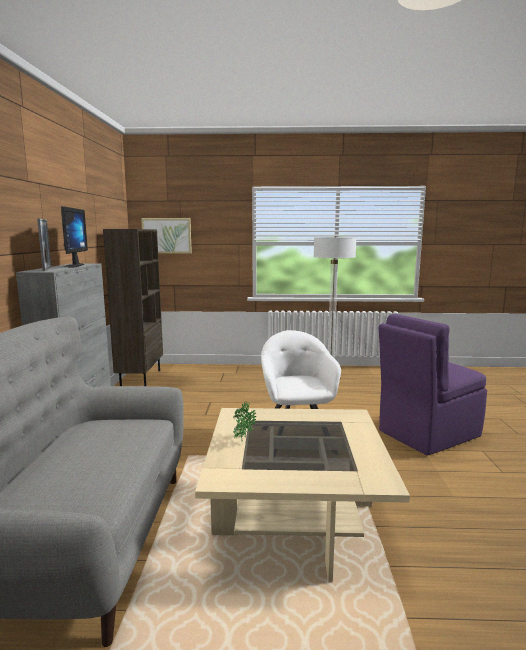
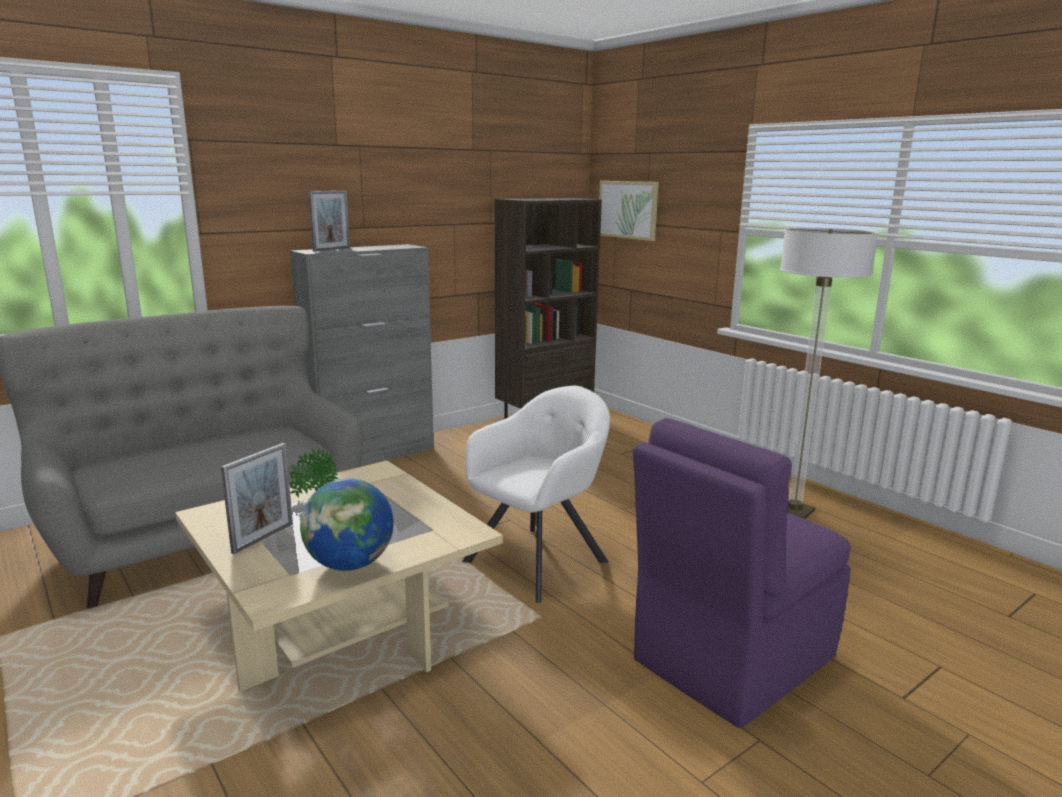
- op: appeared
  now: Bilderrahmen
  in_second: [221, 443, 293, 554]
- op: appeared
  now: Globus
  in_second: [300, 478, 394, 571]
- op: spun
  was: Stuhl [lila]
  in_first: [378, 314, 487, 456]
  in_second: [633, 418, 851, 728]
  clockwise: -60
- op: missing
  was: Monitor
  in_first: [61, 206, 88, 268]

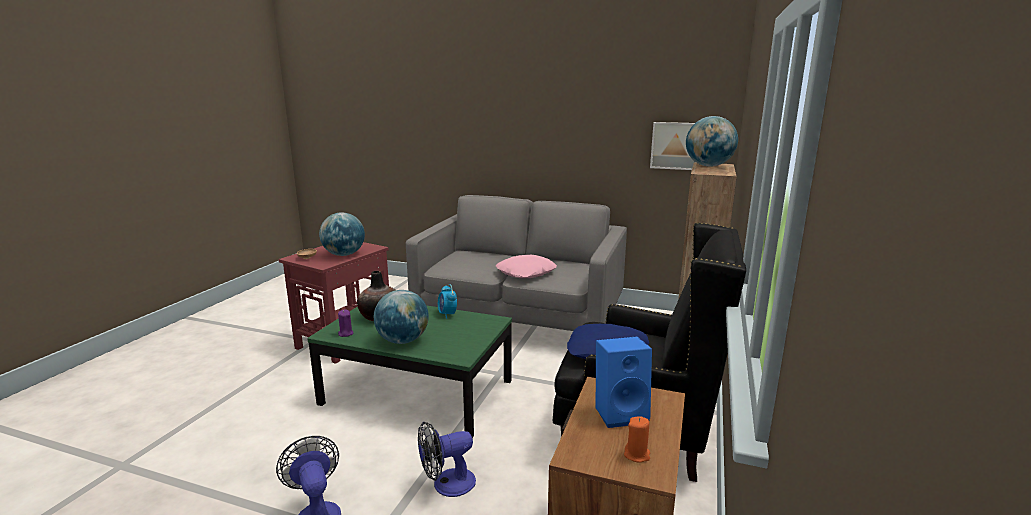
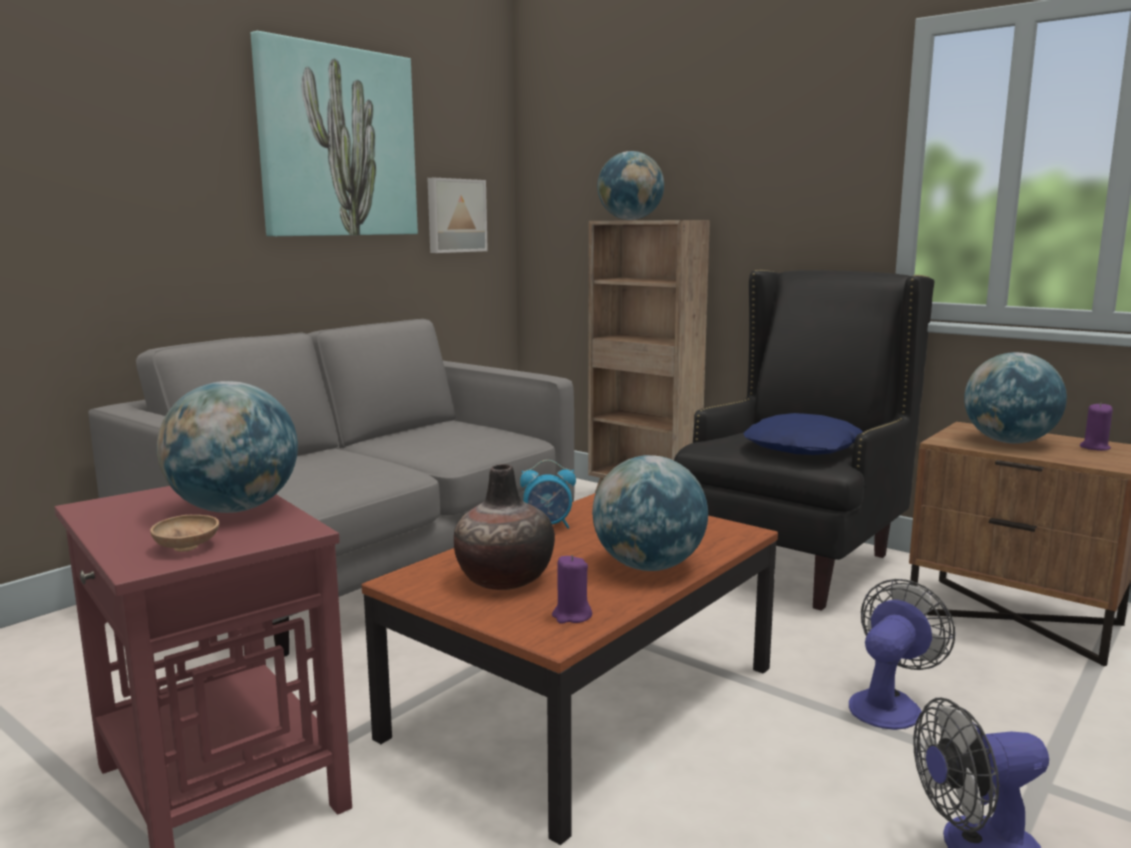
- op: appeared
  now: Bild
  in_second: [251, 31, 418, 236]
- op: colour
  was: Couchtisch [grün]
  now: Couchtisch [braun]
  in_first: [307, 305, 512, 438]
  in_second: [362, 493, 778, 845]
- op: spun
  was: Ventilator
  in_first: [418, 422, 476, 497]
  in_second: [849, 579, 955, 730]
  clockwise: -135
- op: exchanged
  was: Lautsprecher [blau]
  now: Globus
  in_first: [596, 337, 652, 428]
  in_second: [964, 352, 1067, 444]
- op: colour
  was: Kerze [orange]
  now: Kerze [lila]
  in_first: [624, 416, 650, 462]
  in_second: [1080, 403, 1113, 451]
- op: missing
  was: Kissen [rosa]
  in_first: [496, 255, 557, 278]

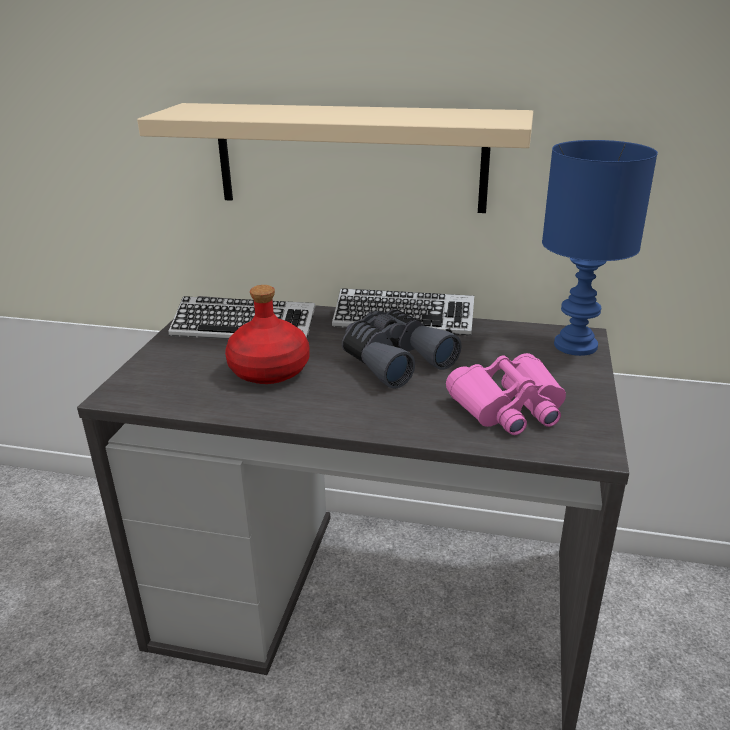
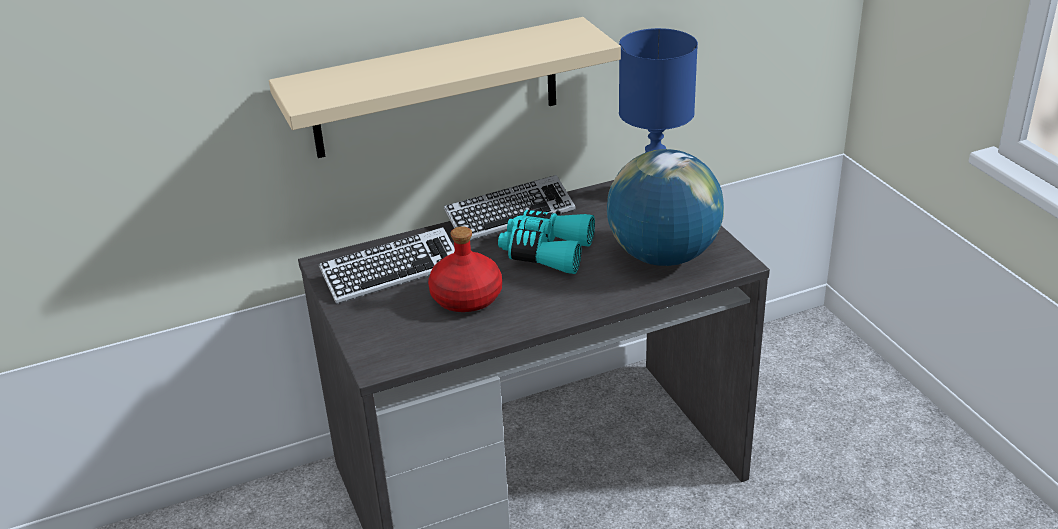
- op: colour
  was: Fernglas [grau]
  now: Fernglas [türkis]
  in_first: [342, 309, 461, 389]
  in_second: [498, 210, 595, 274]
- op: exchanged
  was: Fernglas [rosa]
  now: Globus
  in_first: [446, 353, 566, 435]
  in_second: [607, 149, 724, 266]

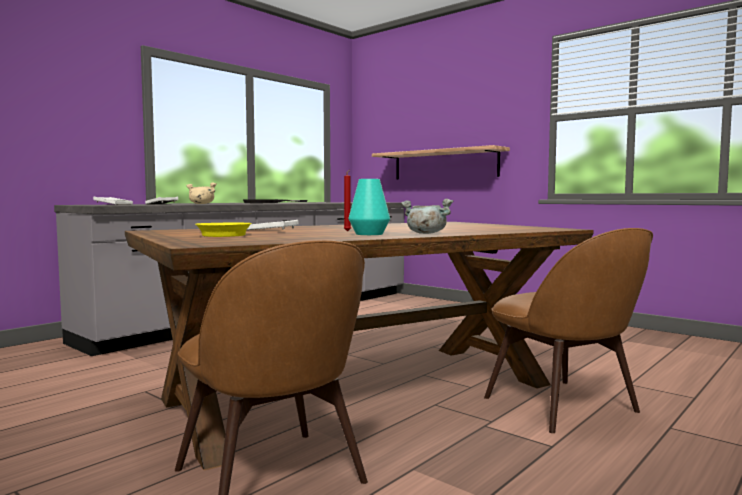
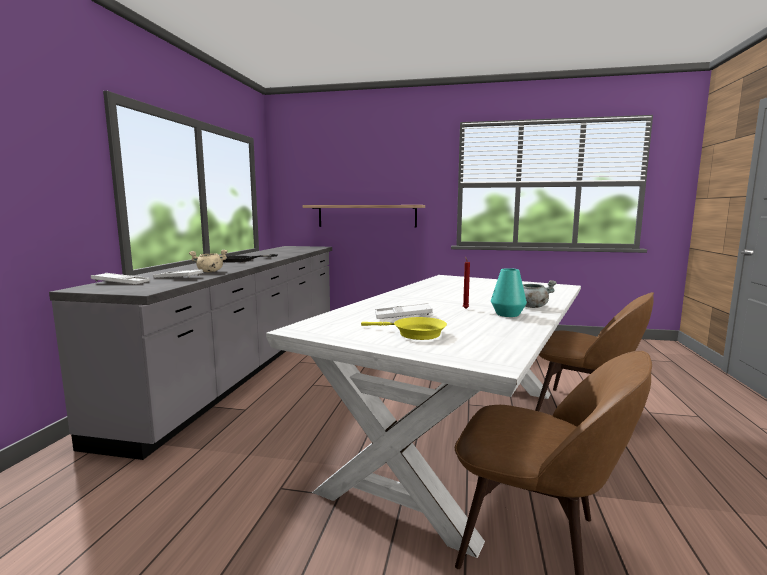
- op: colour
  was: Esstisch [braun]
  now: Esstisch [weiß]
  in_first: [125, 222, 593, 471]
  in_second: [266, 275, 581, 558]

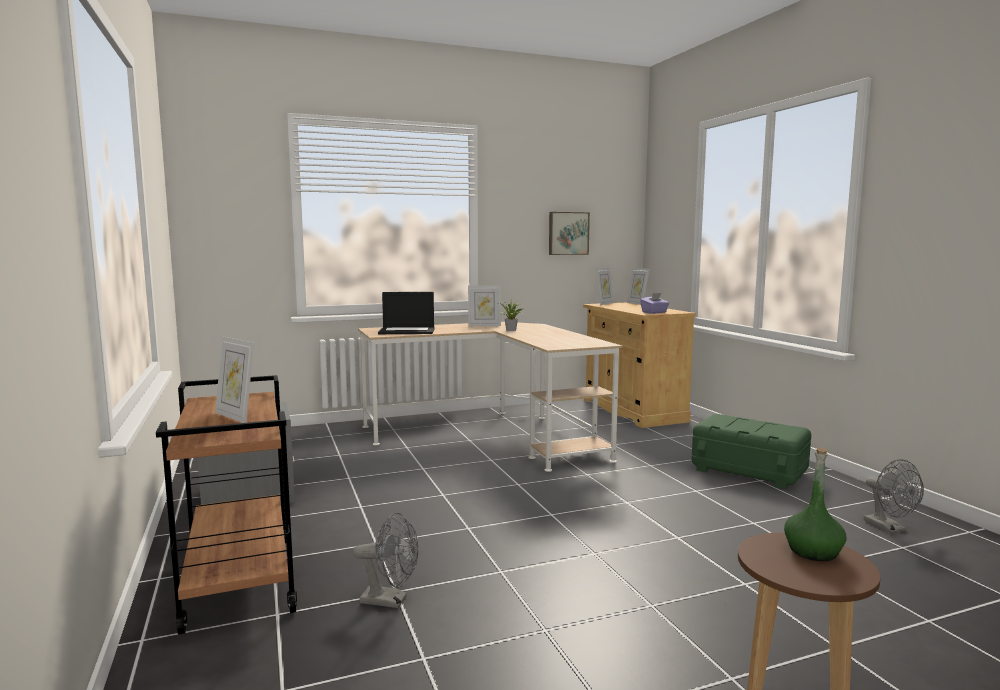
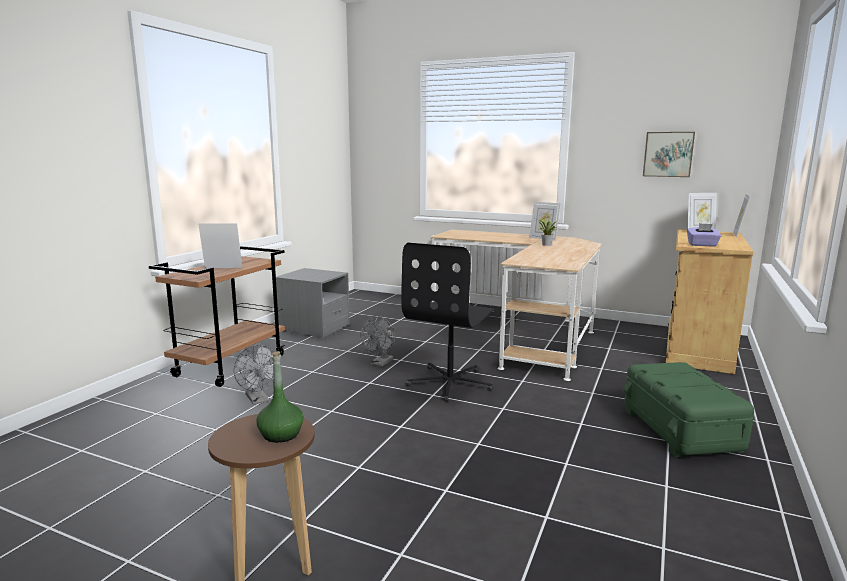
- op: spun
  was: Bilderrahmen
  in_first: [215, 336, 254, 423]
  in_second: [198, 223, 242, 268]
  clockwise: 90
- op: relocated
  was: Ventilator [grau]
  in_first: [864, 459, 924, 533]
  in_second: [361, 316, 395, 367]
- op: appeared
  now: Bürostuhl [schwarz]
  in_second: [401, 243, 495, 401]
- op: missing
  was: Laptop
  in_first: [378, 292, 435, 334]

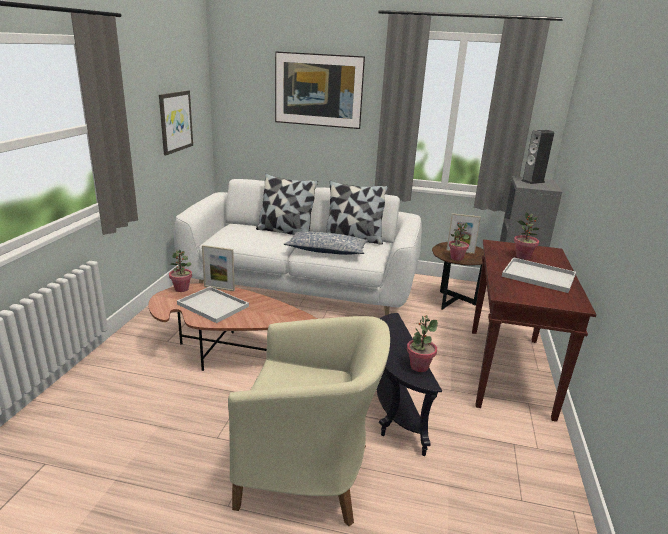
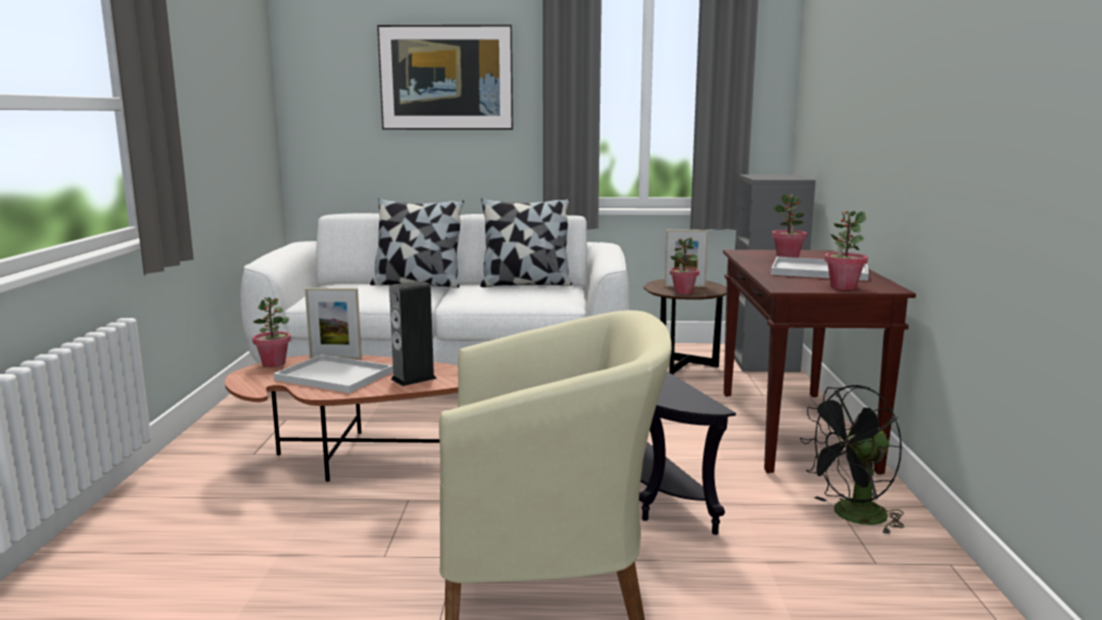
- op: relocated
  was: Lautsprecher
  in_first: [521, 130, 554, 184]
  in_second: [389, 281, 437, 386]
- op: appeared
  now: Ventilator [schwarz]
  in_second: [800, 385, 904, 535]
- op: relocated
  was: Topfpflanze
  in_first: [407, 315, 438, 372]
  in_second: [825, 211, 868, 290]
- op: missing
  was: Bild
  in_first: [159, 90, 193, 155]
- op: missing
  was: Kissen
  in_first: [284, 231, 368, 255]

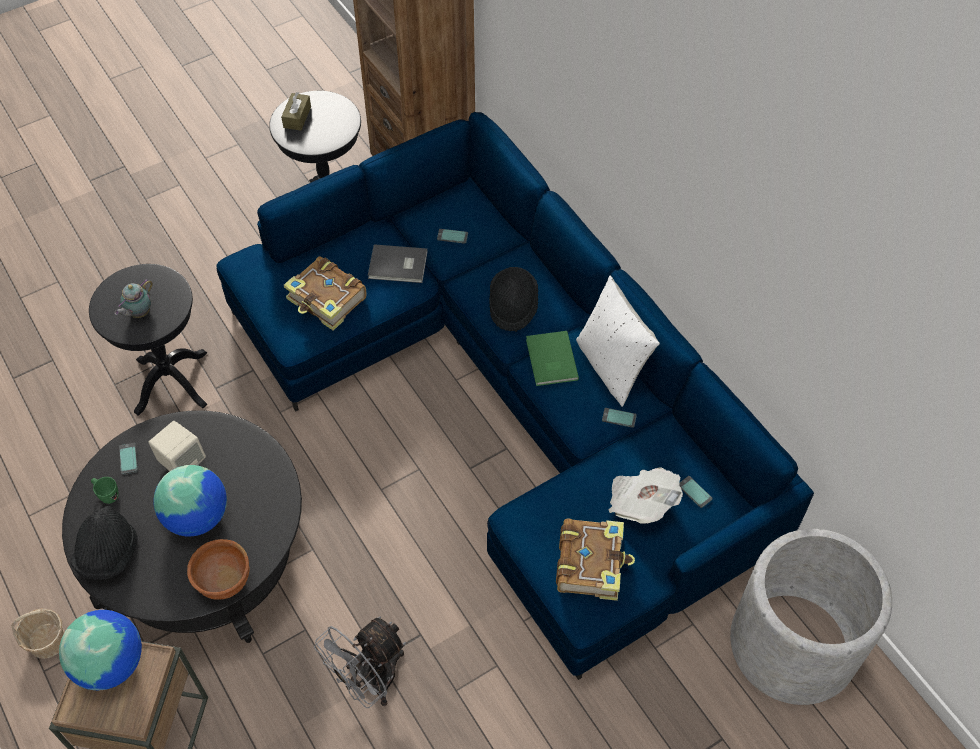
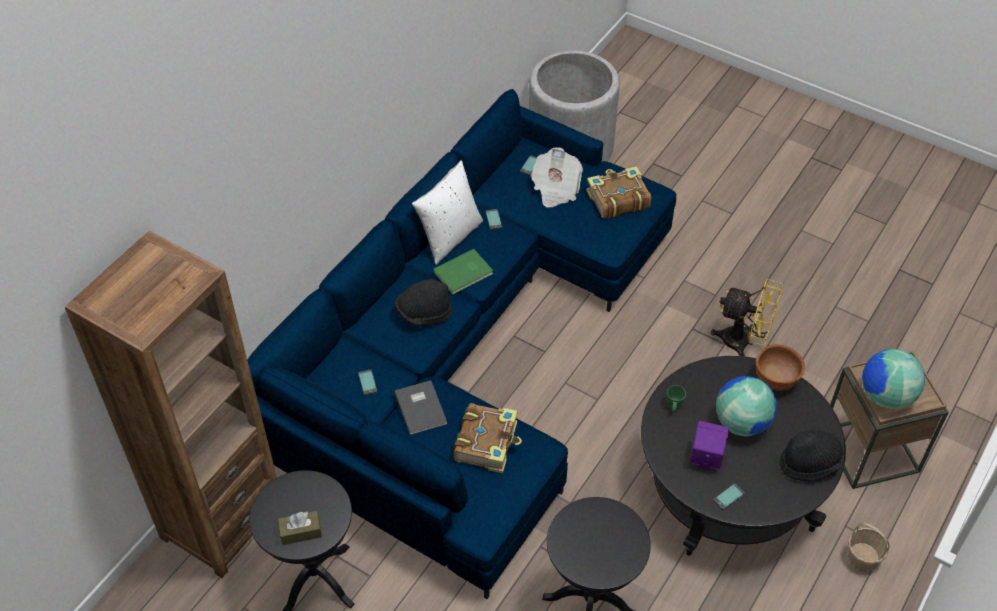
- op: relocated
  was: Henkelbecher [grün]
  in_first: [91, 477, 119, 504]
  in_second: [667, 385, 686, 412]
- op: colour
  was: Lautsprecher [beige]
  now: Lautsprecher [lila]
  in_first: [149, 421, 206, 471]
  in_second: [690, 421, 730, 471]
- op: colour
  was: Ventilator [grau]
  now: Ventilator [gelb]
  in_first: [314, 616, 406, 708]
  in_second: [711, 279, 783, 357]
- op: missing
  was: Teekanne
  in_first: [114, 279, 153, 318]

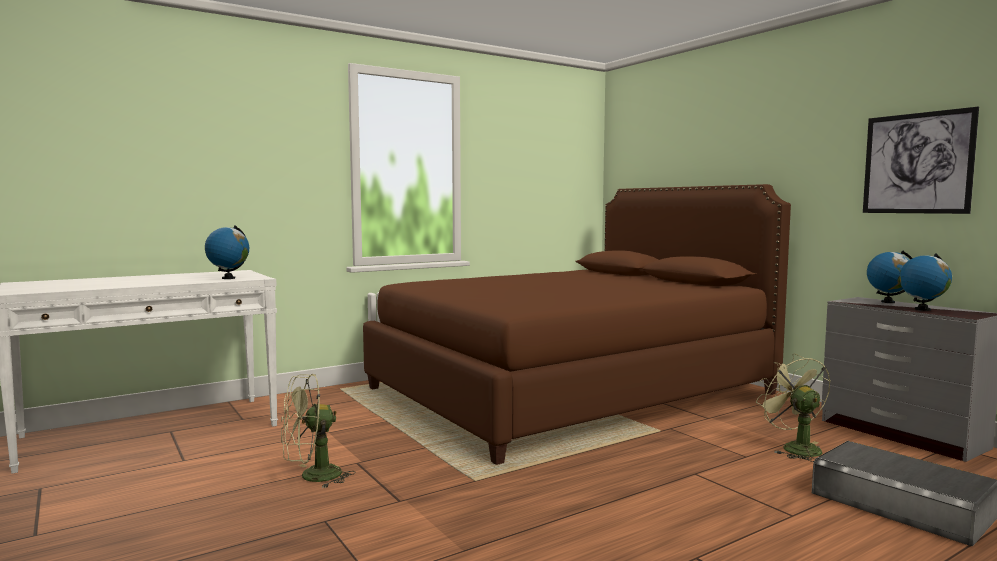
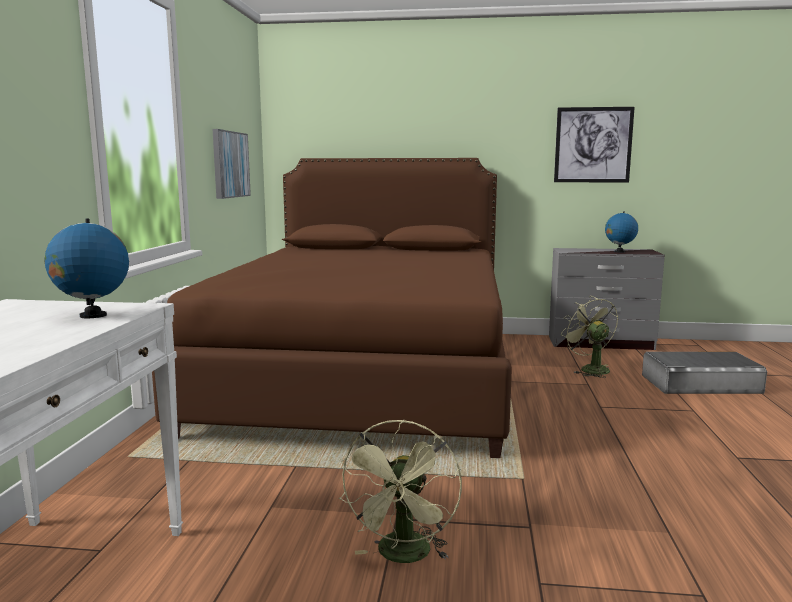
- op: appeared
  now: Bild
  in_second: [213, 129, 251, 199]
- op: spun
  was: Ventilator [grün]
  in_first: [756, 354, 831, 462]
  in_second: [561, 296, 618, 378]
  clockwise: 45
- op: missing
  was: Globus
  in_first: [867, 250, 913, 303]

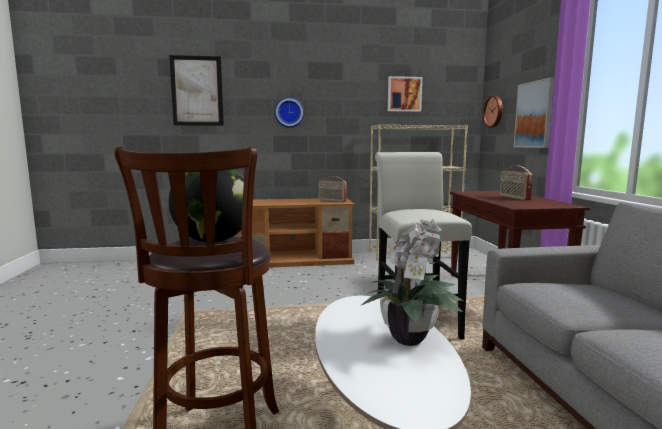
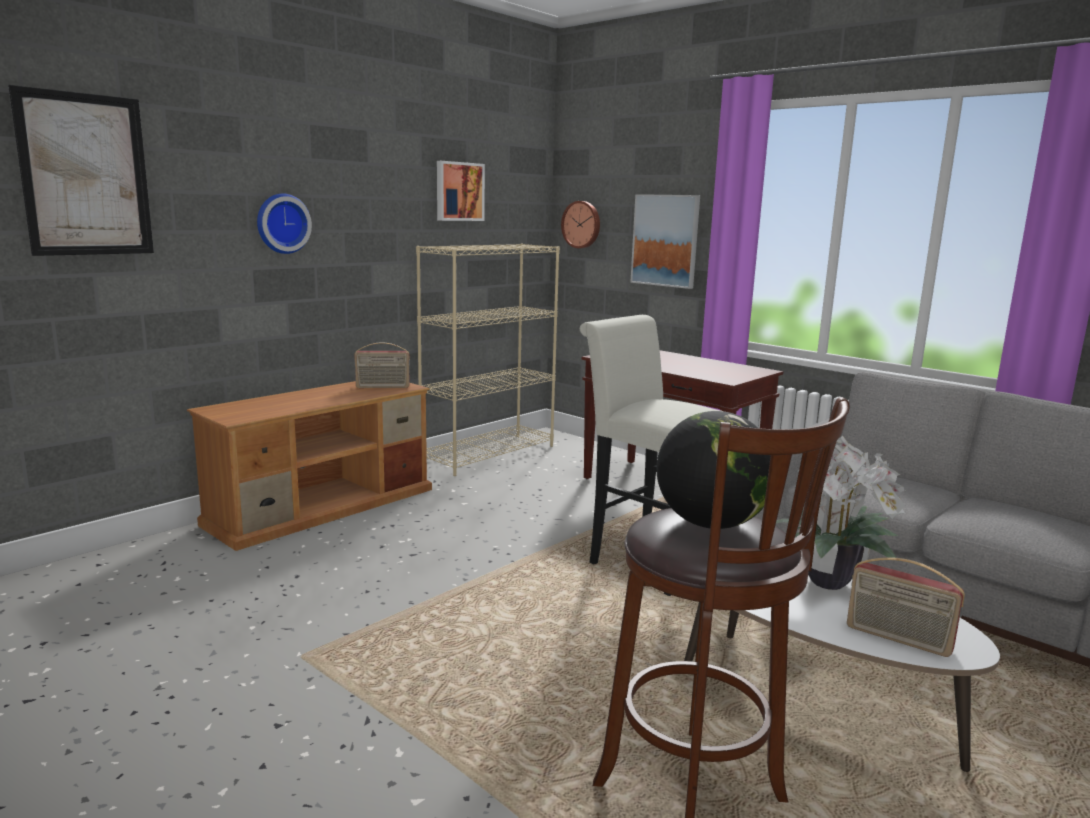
- op: relocated
  was: Radio
  in_first: [500, 166, 533, 200]
  in_second: [847, 557, 965, 657]

